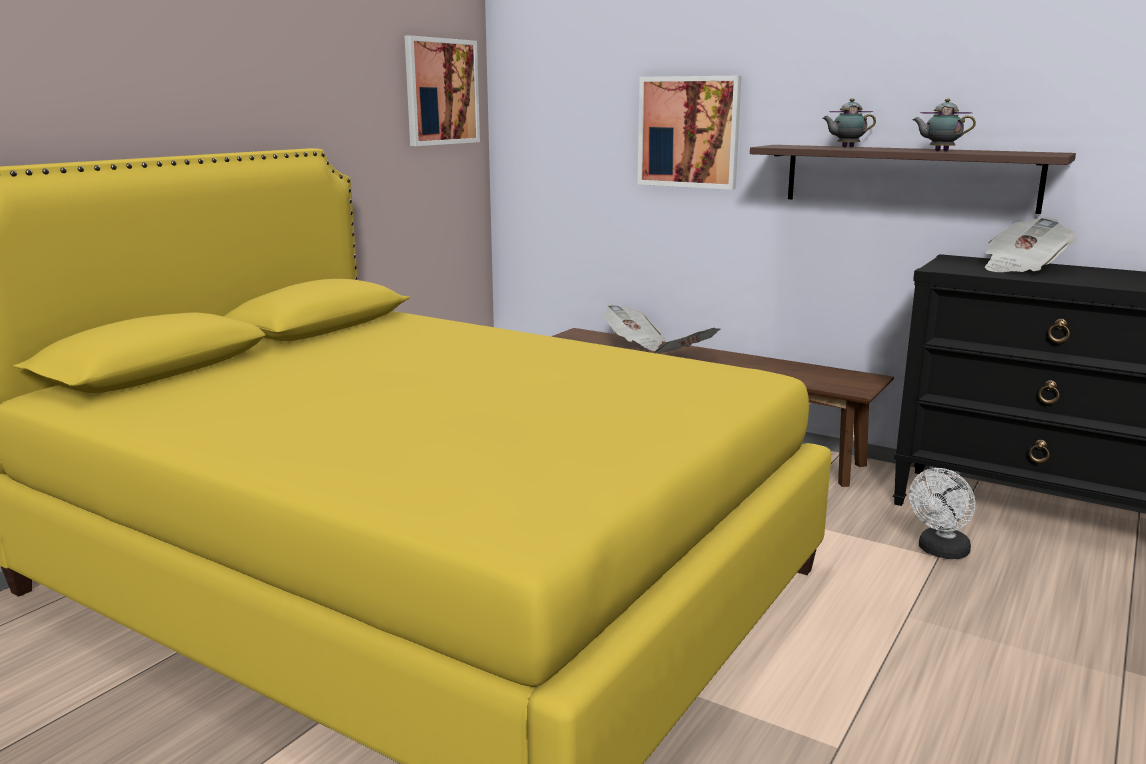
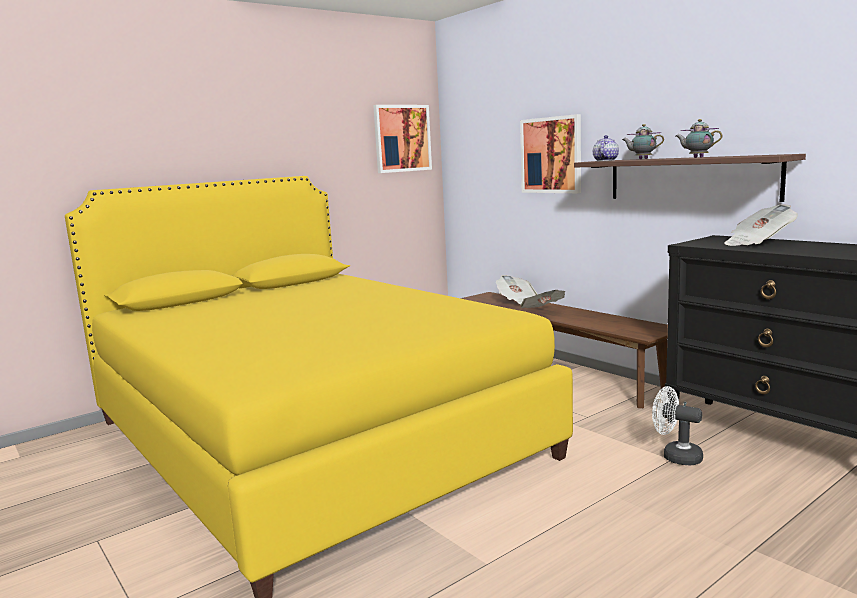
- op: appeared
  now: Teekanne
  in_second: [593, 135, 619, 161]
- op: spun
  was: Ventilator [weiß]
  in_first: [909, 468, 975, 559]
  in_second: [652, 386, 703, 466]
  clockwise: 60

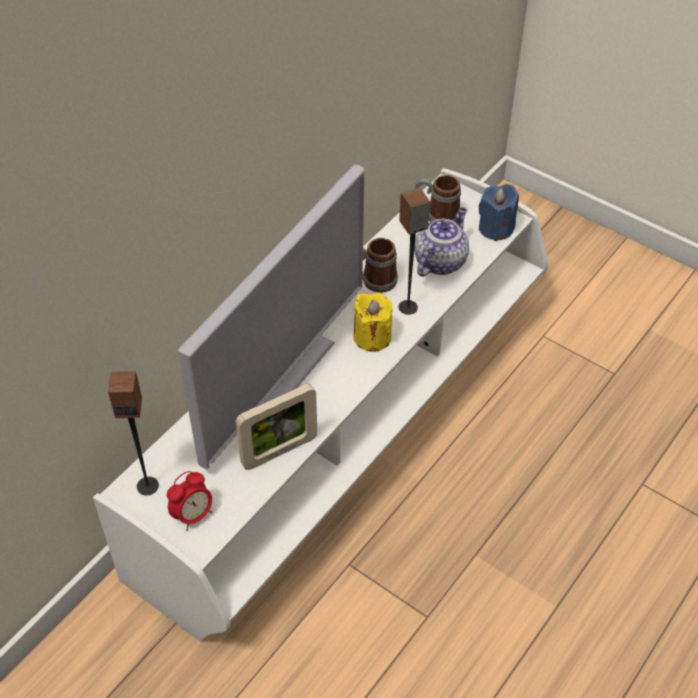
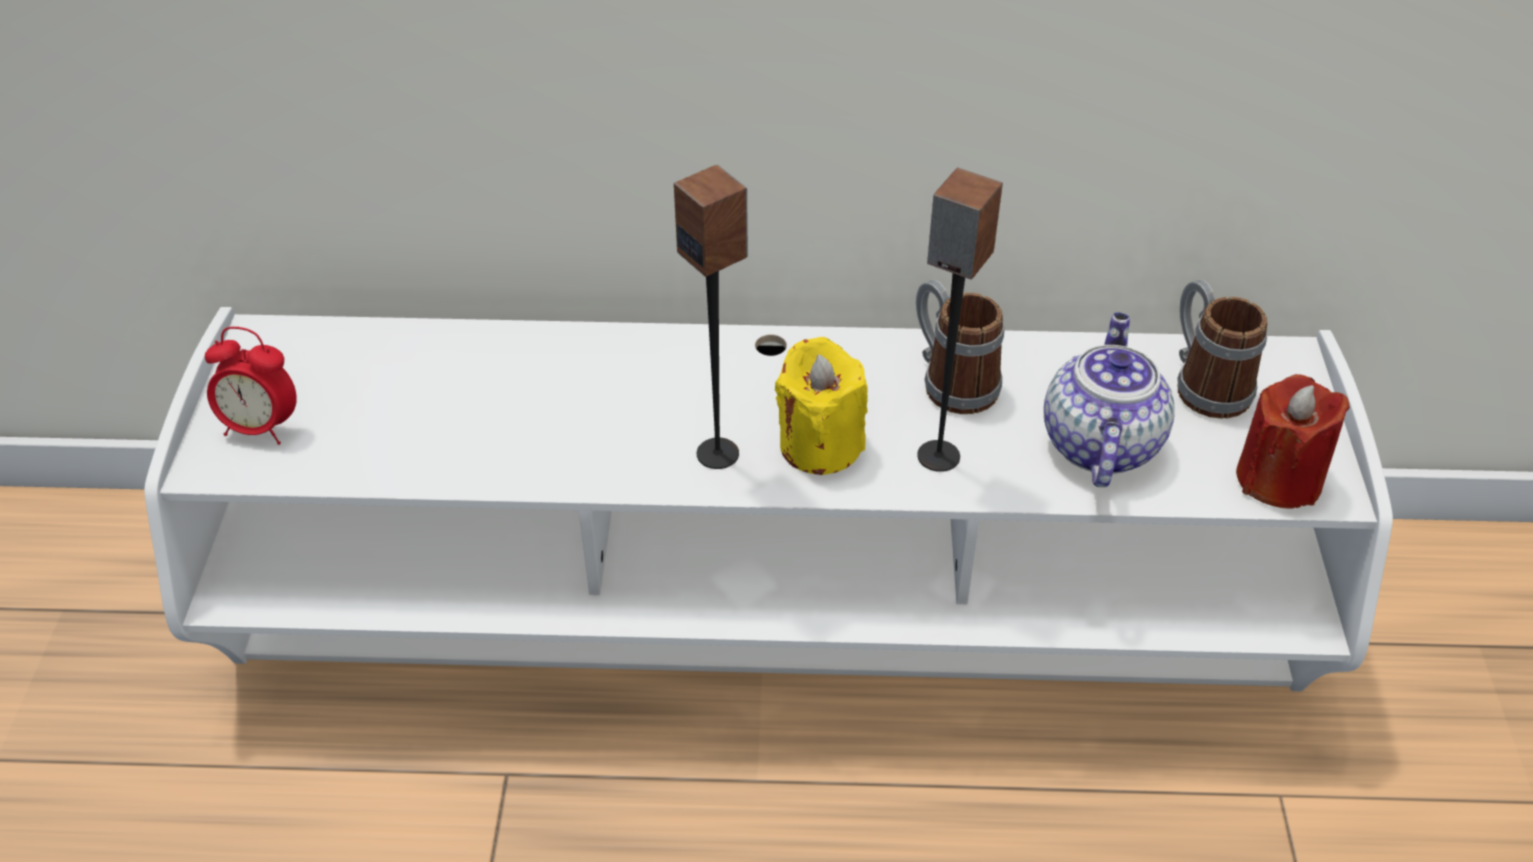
- op: relocated
  was: Lautsprecher
  in_first: [108, 371, 159, 495]
  in_second: [674, 165, 748, 469]
- op: spun
  was: Teekanne
  in_first: [414, 207, 469, 277]
  in_second: [1044, 312, 1175, 487]
  clockwise: -75
- op: colour
  was: Kerze [blau]
  now: Kerze [rot]
  in_first: [479, 184, 519, 241]
  in_second: [1236, 374, 1350, 508]
- op: missing
  was: Fernseher
  in_first: [177, 165, 364, 469]
- op: missing
  was: Bilderrahmen
  in_first: [236, 384, 317, 470]

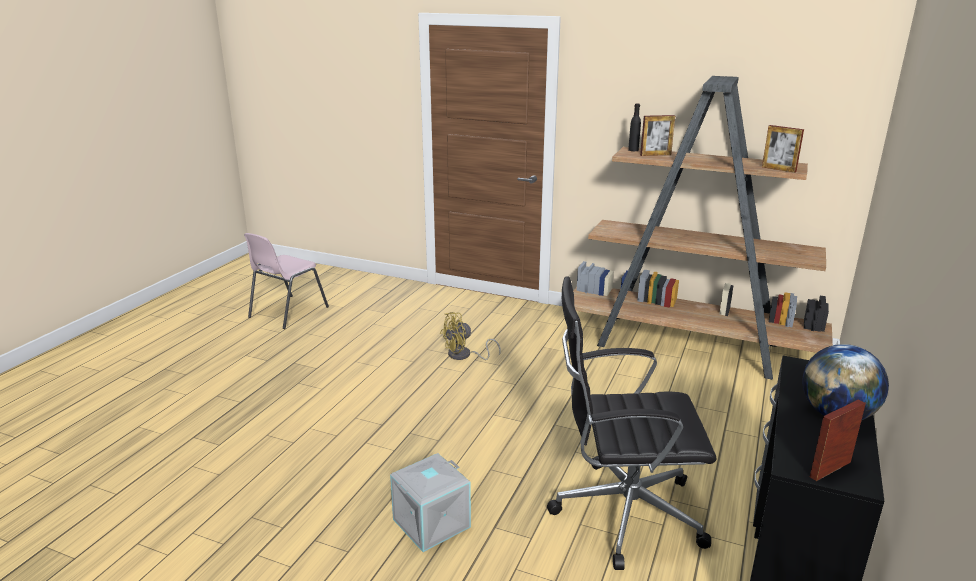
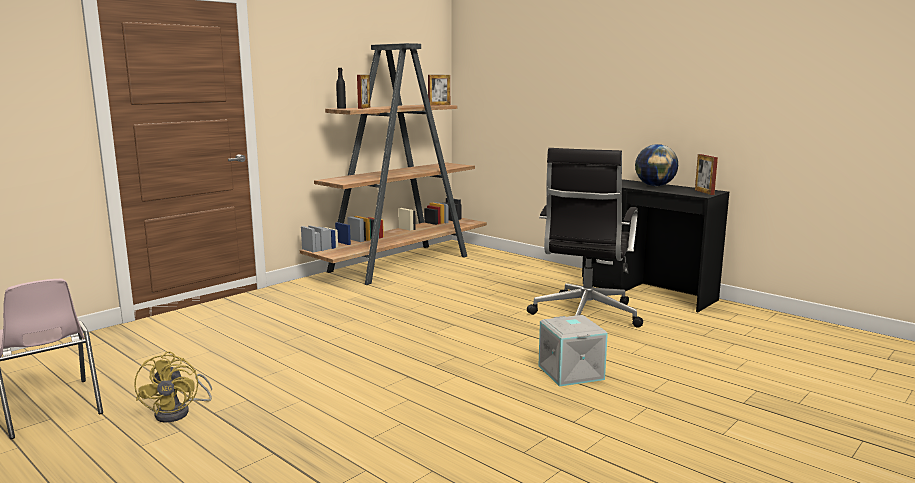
- op: relocated
  was: Ventilator [gelb]
  in_first: [440, 312, 501, 360]
  in_second: [134, 351, 212, 422]

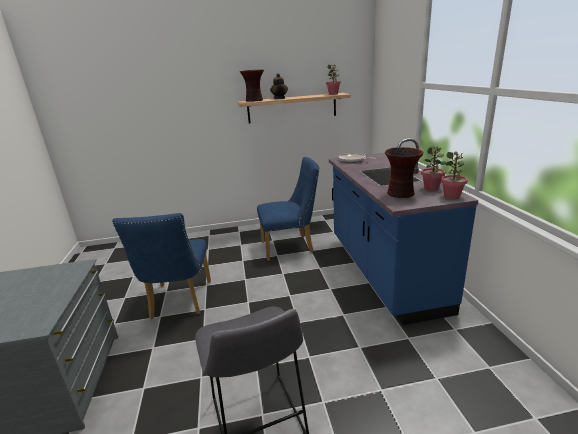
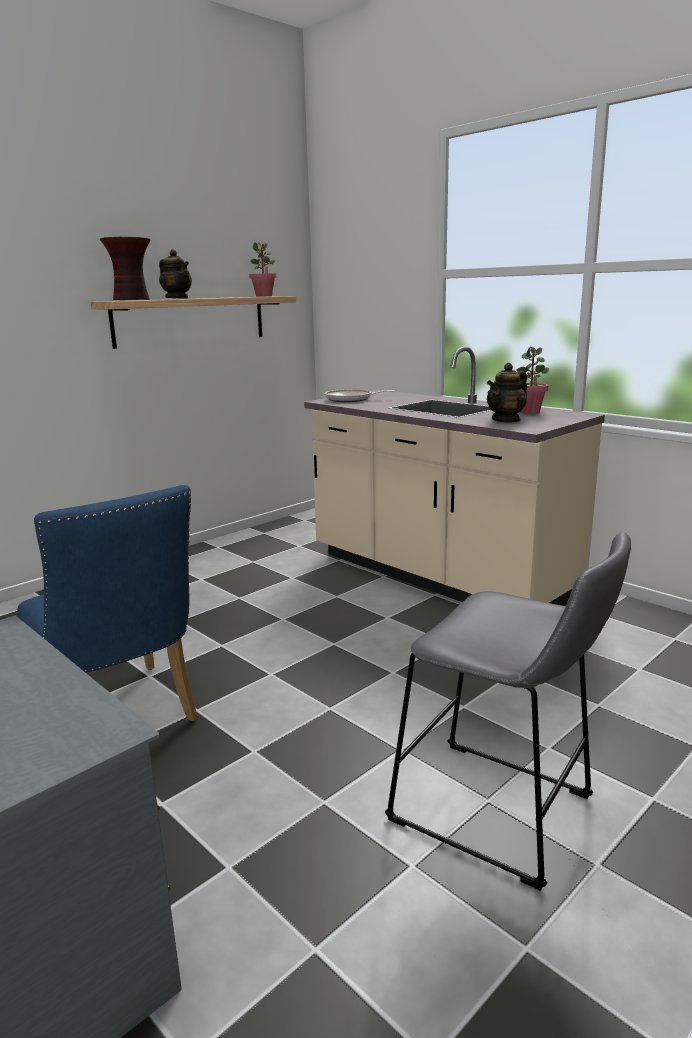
- op: colour
  was: Küchenzeile [blau]
  now: Küchenzeile [beige]
  in_first: [329, 138, 478, 325]
  in_second: [304, 347, 605, 606]
- op: exchanged
  was: Vase
  now: Teekanne
  in_first: [385, 147, 424, 198]
  in_second: [487, 363, 527, 423]
- op: missing
  was: Stuhl [blau]
  in_first: [257, 157, 319, 261]
- op: missing
  was: Topfpflanze
  in_first: [441, 151, 468, 199]

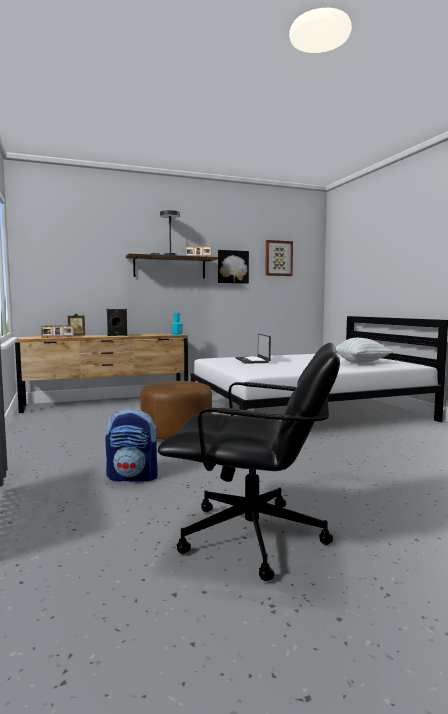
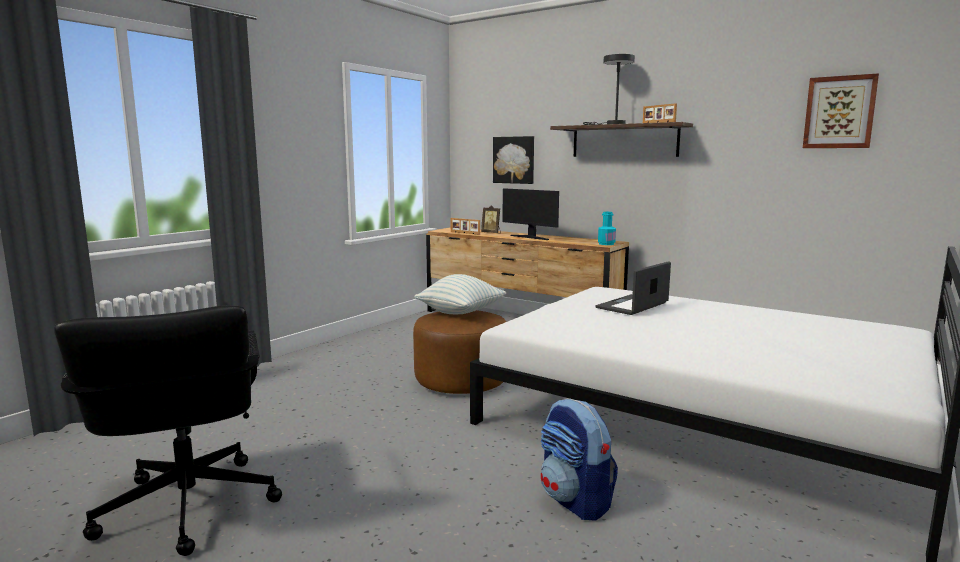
- op: relocated
  was: Kissen
  in_first: [336, 338, 394, 363]
  in_second: [415, 274, 506, 314]
- op: relocated
  was: Bild
  in_first: [218, 250, 249, 284]
  in_second: [493, 136, 534, 184]
- op: exchanged
  was: Lautsprecher [schwarz]
  now: Monitor
  in_first: [107, 309, 127, 336]
  in_second: [502, 188, 559, 240]
- op: relocated
  was: Rucksack
  in_first: [105, 409, 159, 481]
  in_second: [541, 399, 618, 521]

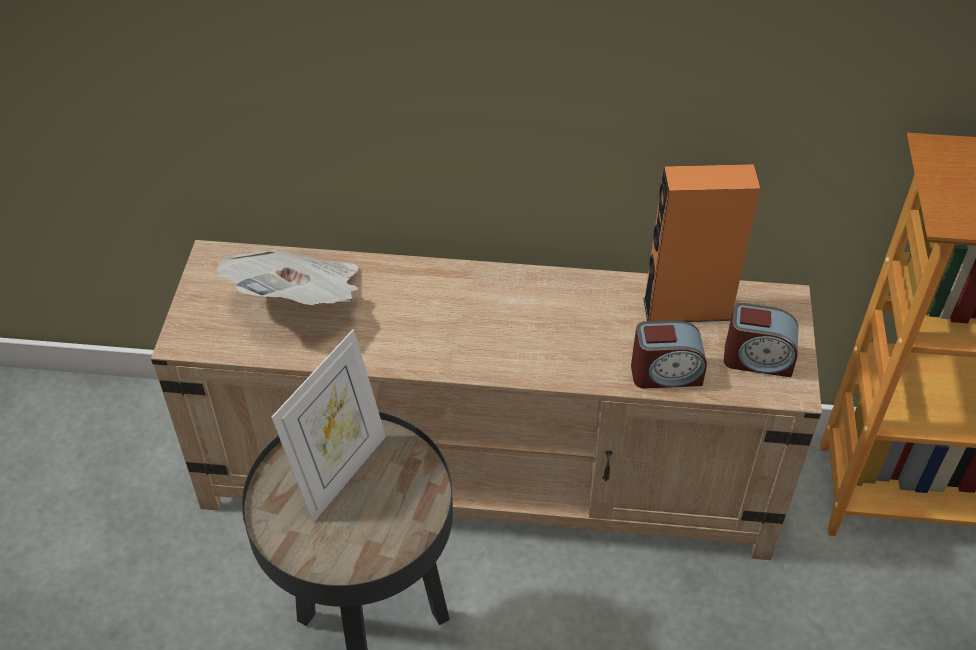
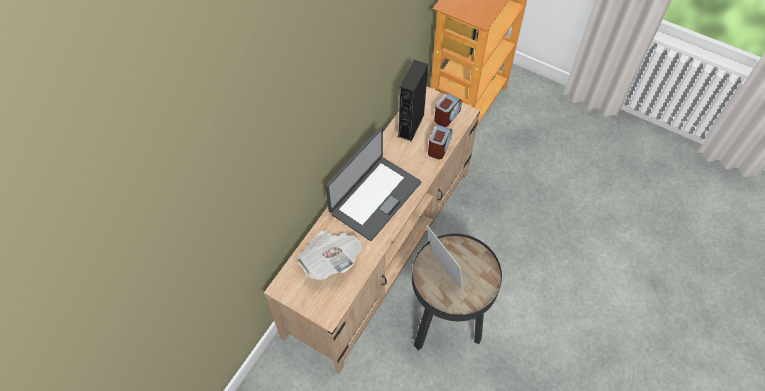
- op: appeared
  now: Laptop
  in_second: [325, 127, 421, 241]
- op: colour
  was: Lautsprecher [orange]
  now: Lautsprecher [schwarz]
  in_first: [643, 164, 761, 322]
  in_second: [398, 60, 428, 141]

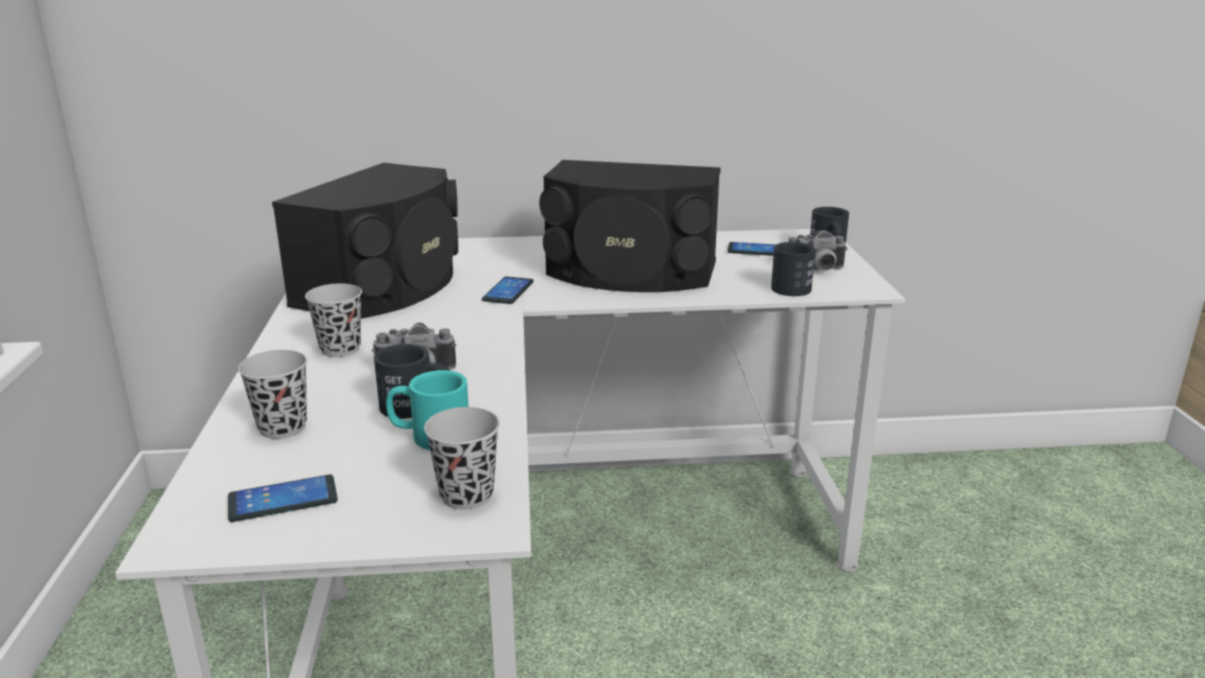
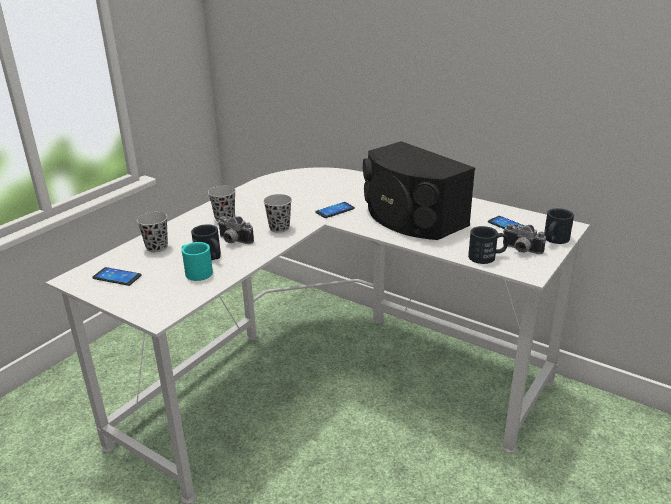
- op: relocated
  was: Tasse [schwarz]
  in_first: [424, 407, 500, 510]
  in_second: [263, 194, 292, 233]
- op: missing
  was: Lautsprecher [schwarz]
  in_first: [272, 163, 458, 319]

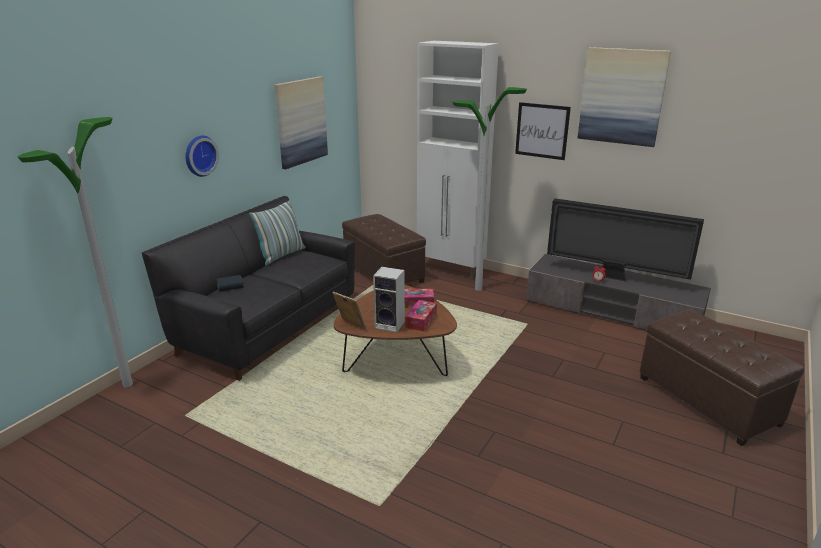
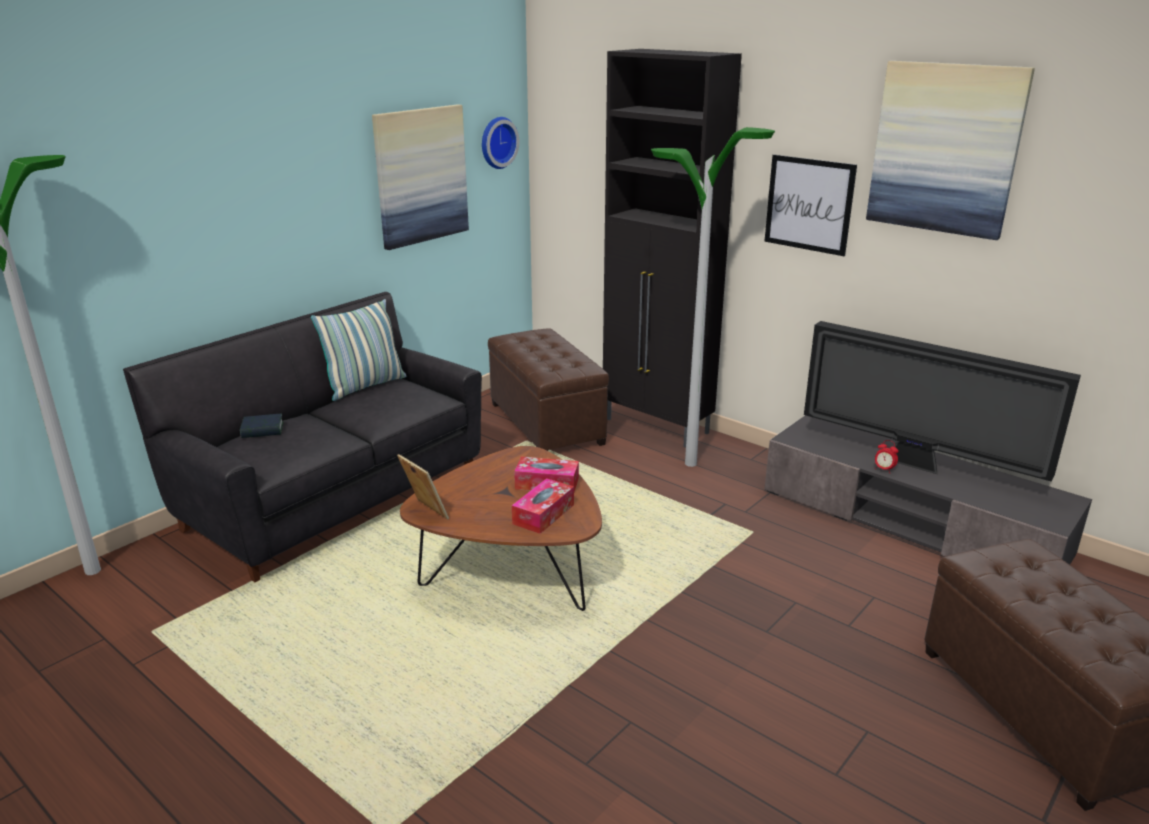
- op: relocated
  was: Wanduhr
  in_first: [185, 136, 219, 177]
  in_second: [482, 117, 519, 169]
- op: colour
  was: Schrank [weiß]
  now: Schrank [schwarz]
  in_first: [417, 41, 499, 280]
  in_second: [603, 49, 742, 448]
- op: missing
  was: Lautsprecher
  in_first: [373, 267, 405, 332]

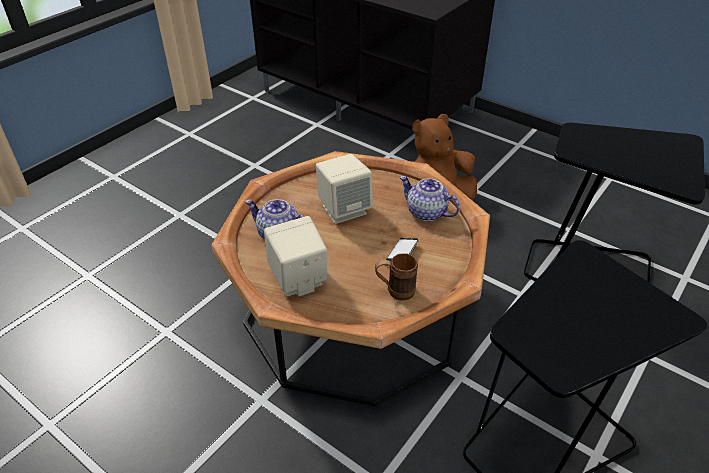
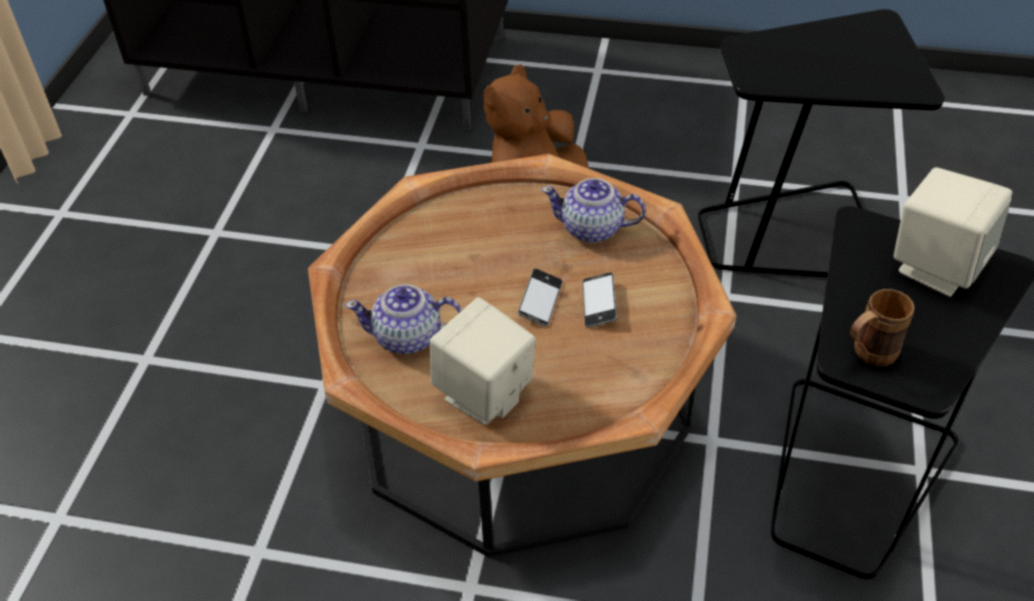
- op: appeared
  now: Handy
  in_second: [518, 268, 562, 326]
- op: relocated
  was: Henkelbecher [braun]
  in_first: [375, 253, 418, 301]
  in_second: [850, 289, 915, 366]
- op: relocated
  was: Lautsprecher [beige]
  in_first: [316, 154, 373, 224]
  in_second: [894, 167, 1012, 297]

